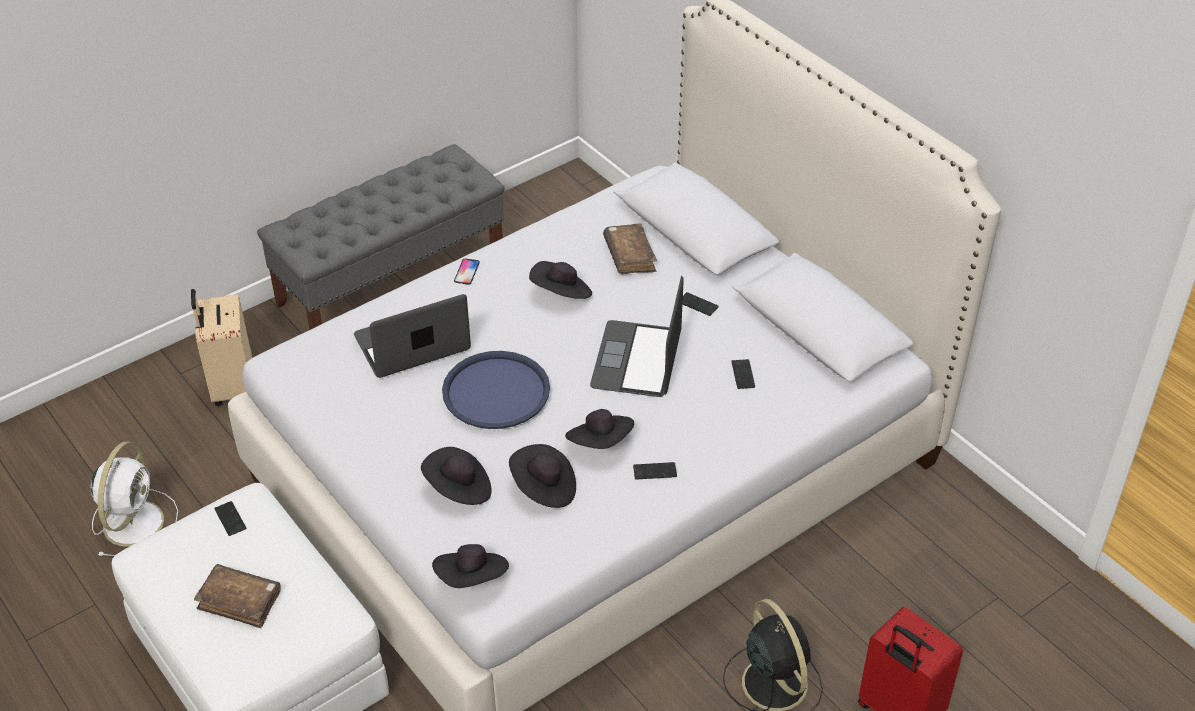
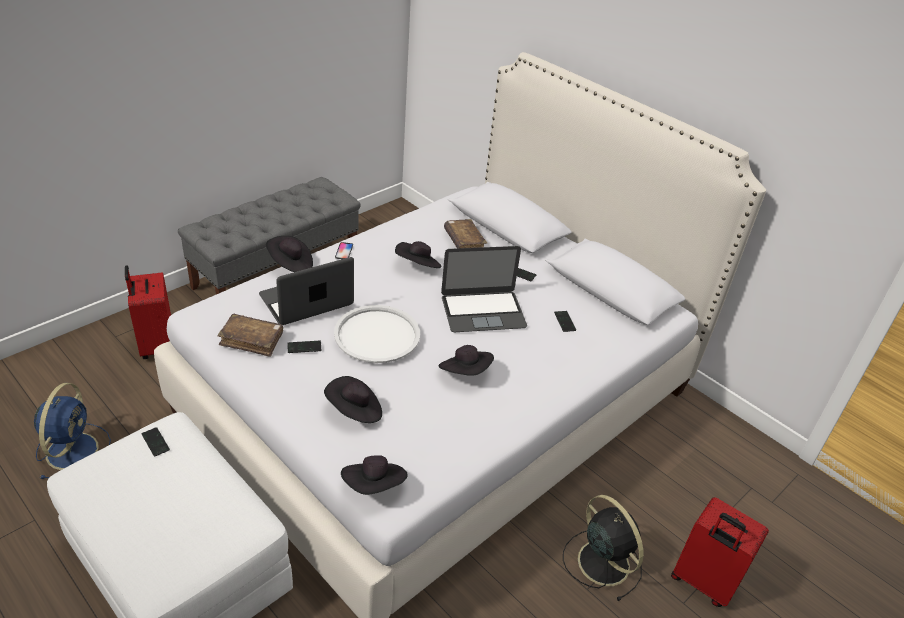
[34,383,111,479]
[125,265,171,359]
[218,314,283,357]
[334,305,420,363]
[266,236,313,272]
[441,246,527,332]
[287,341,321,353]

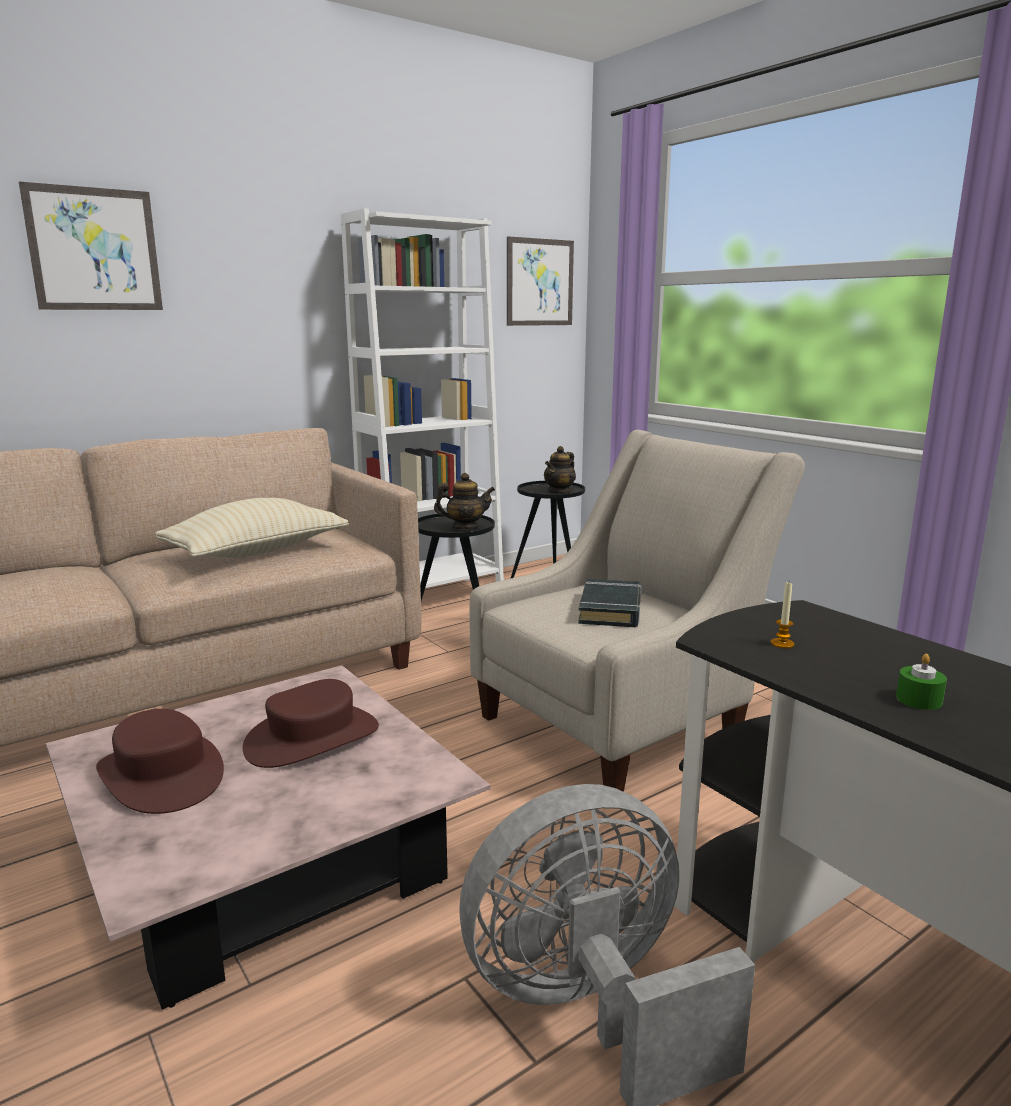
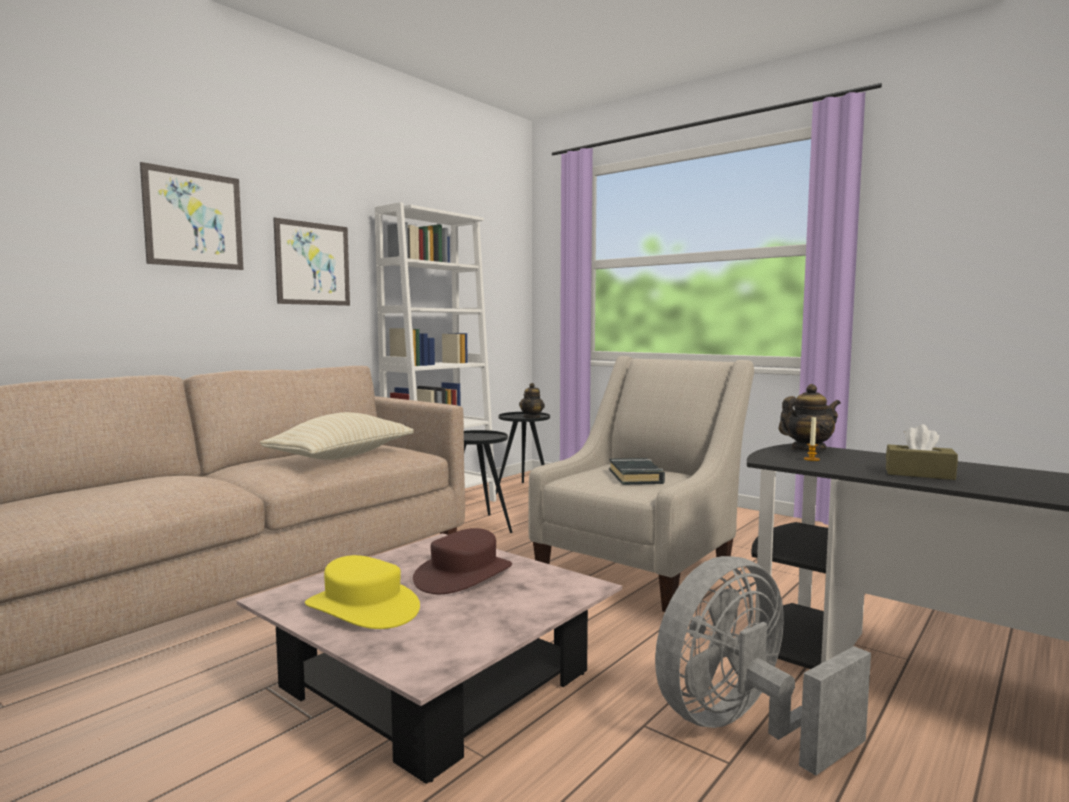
[305,555,420,629]
[779,384,840,451]
[273,218,350,306]
[886,424,958,480]

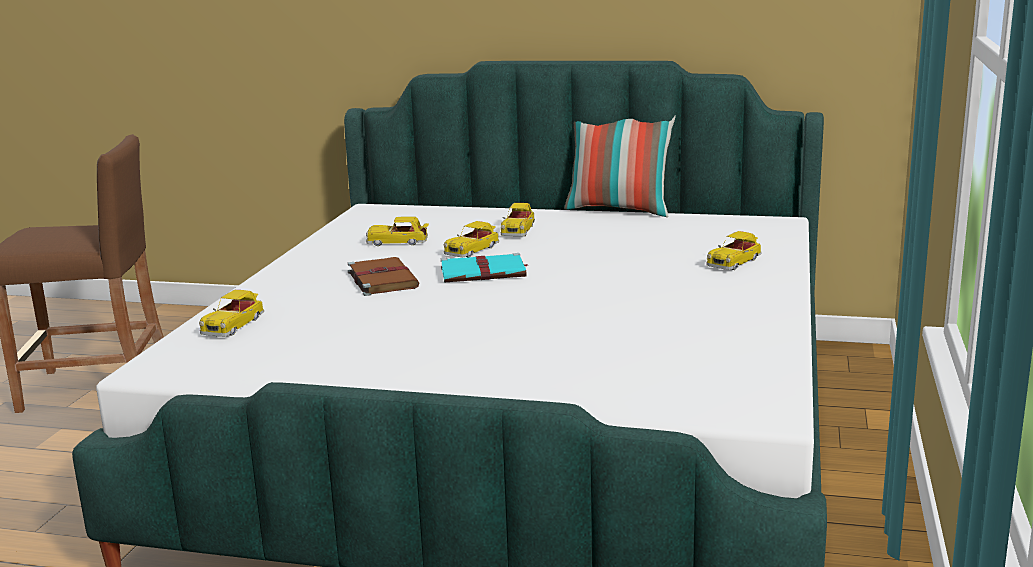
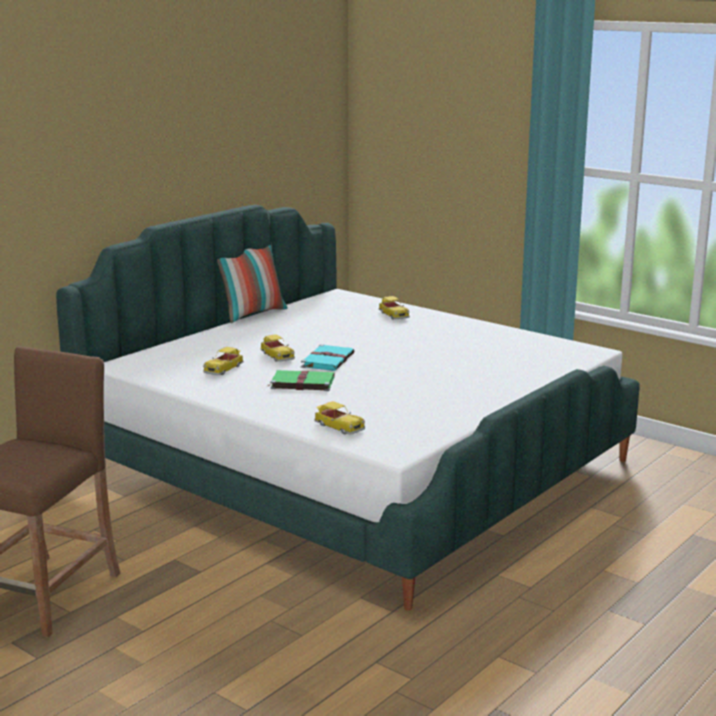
[268,370,335,391]
[501,203,535,236] (first image)

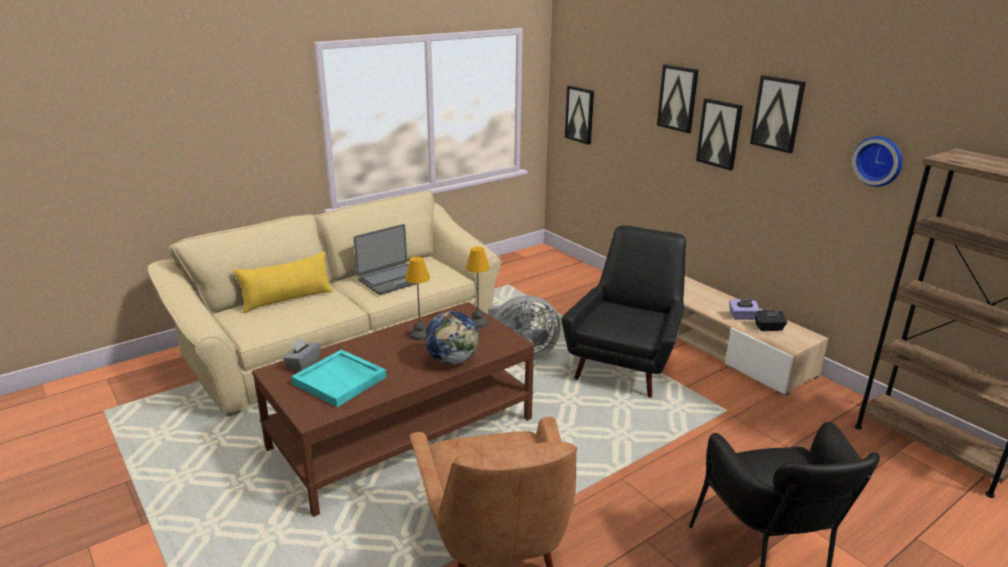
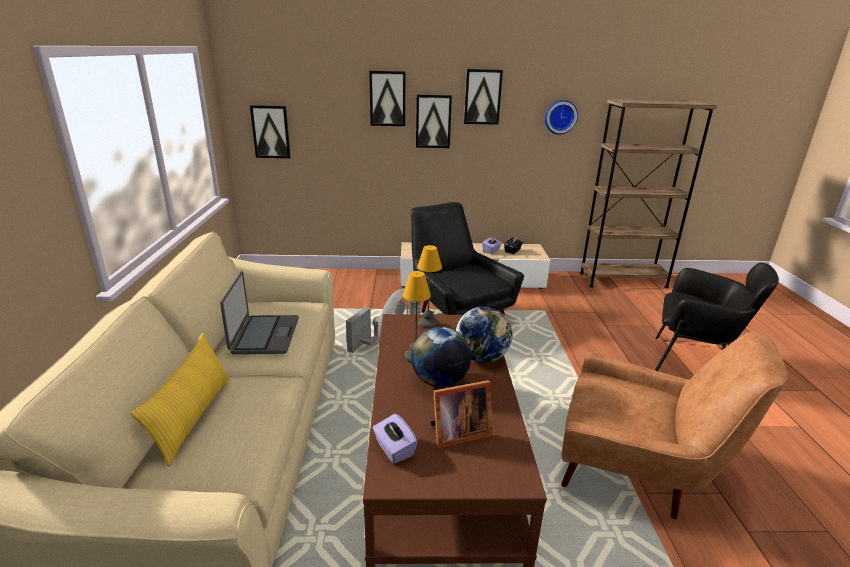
[373,414,418,464]
[431,380,493,448]
[411,327,471,387]

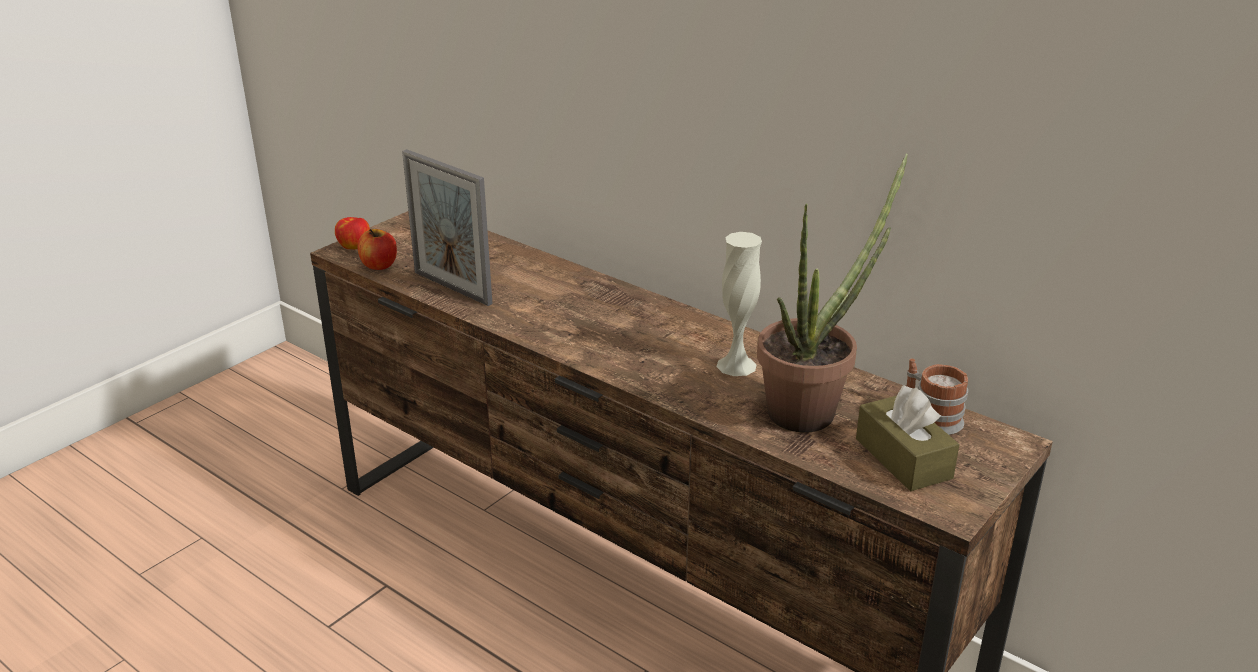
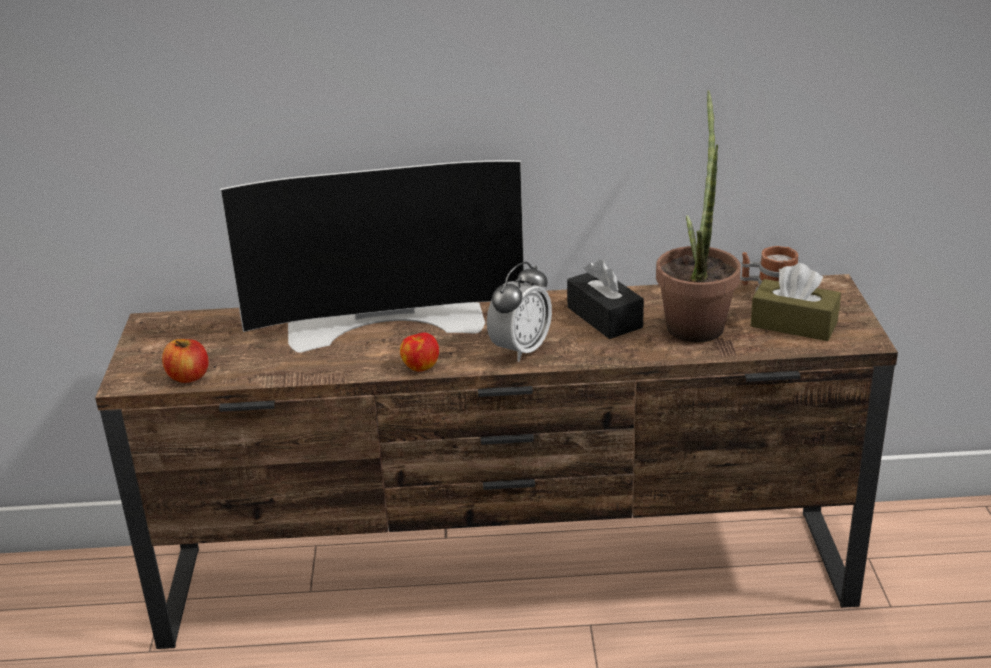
[400,332,439,372]
[402,149,492,306] (first image)
[567,259,644,339]
[220,160,525,353]
[487,262,552,362]

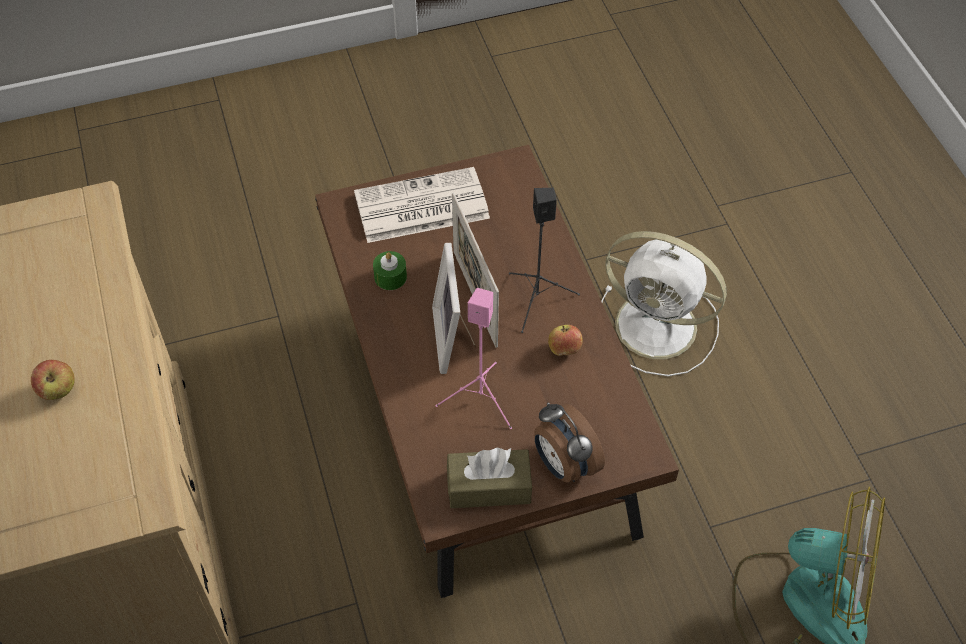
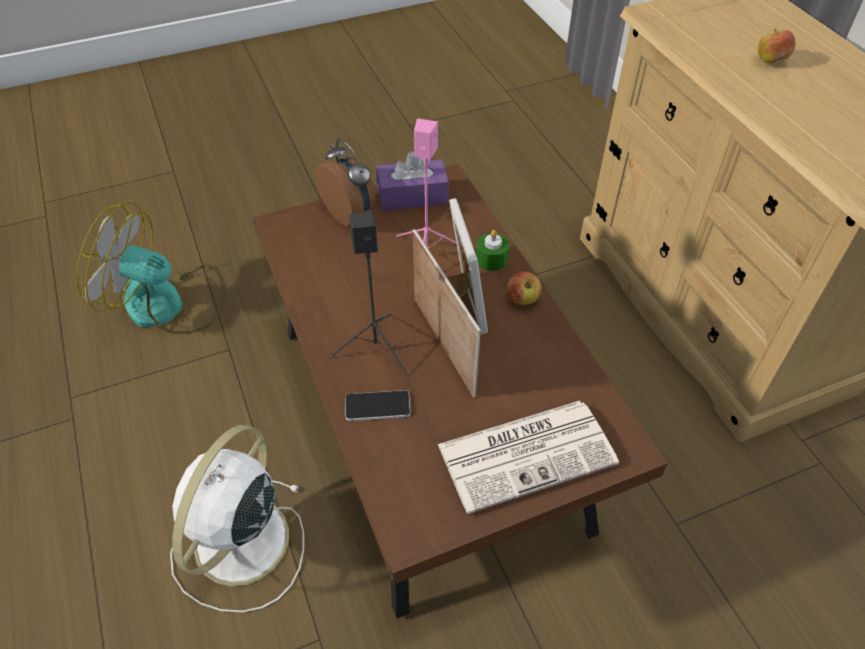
[476,230,510,271]
[376,151,449,211]
[507,271,541,305]
[170,425,304,613]
[345,390,411,421]

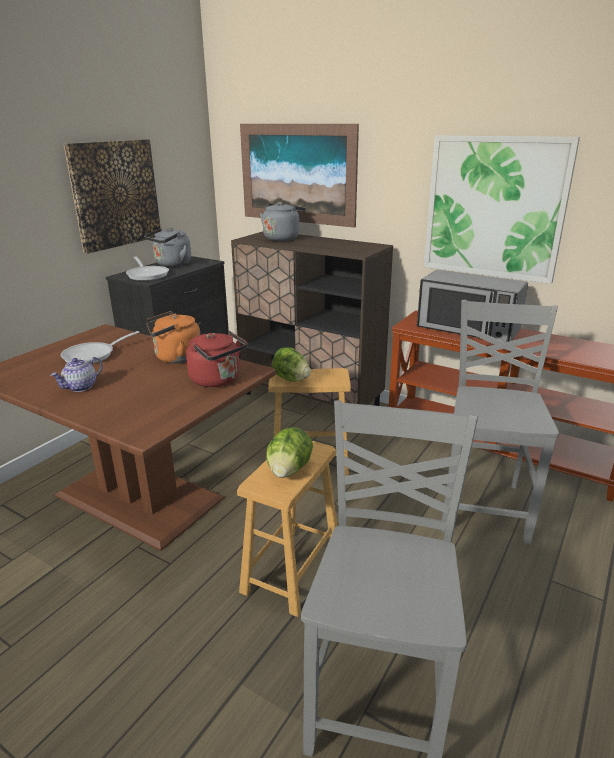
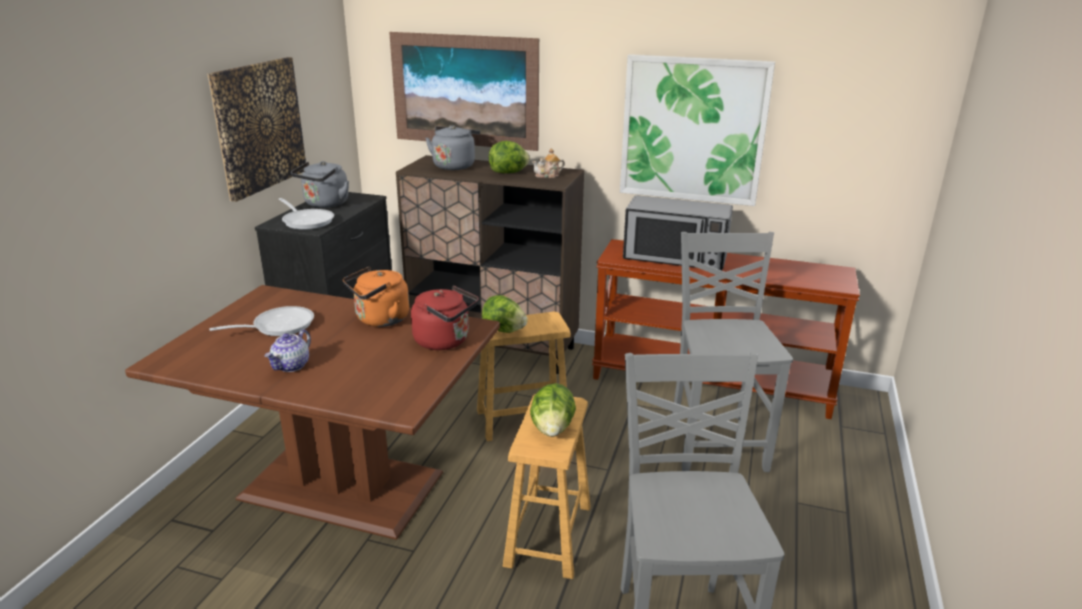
[209,306,314,336]
[489,141,530,173]
[532,149,565,178]

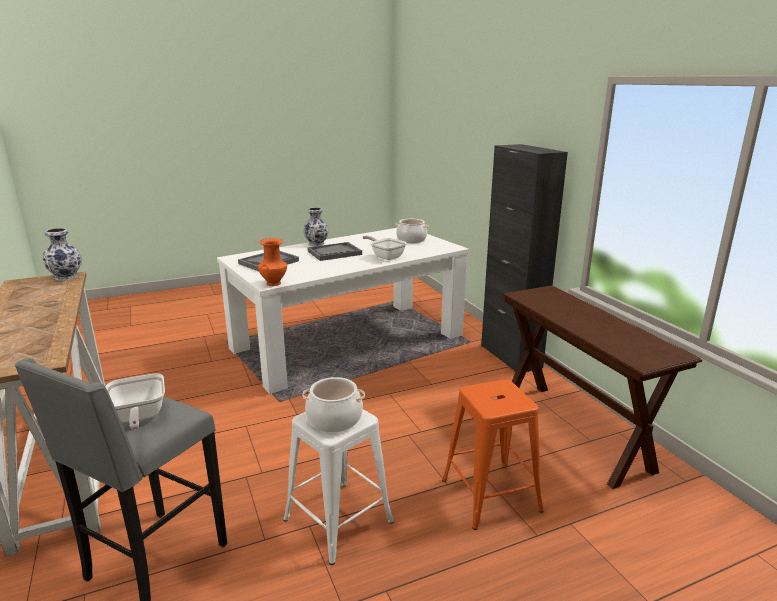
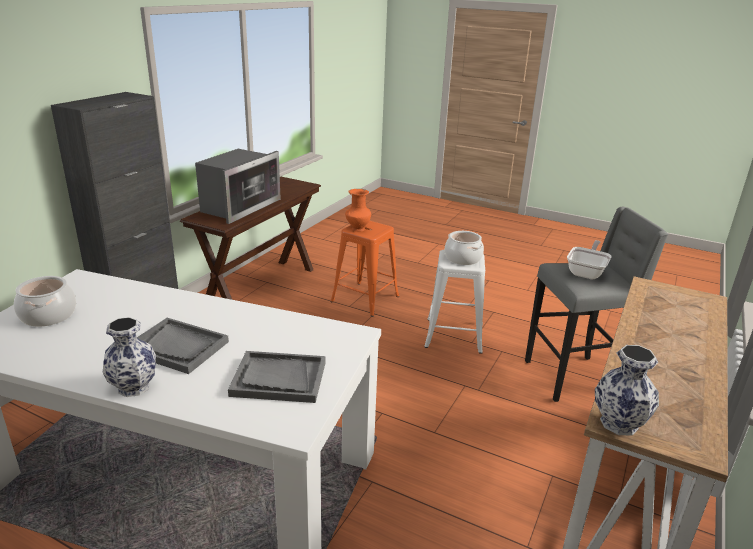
[345,189,371,232]
[363,235,407,260] (first image)
[195,149,281,224]

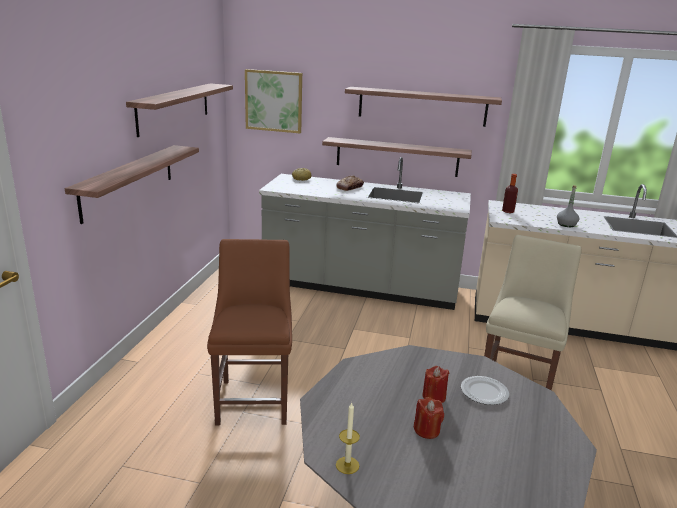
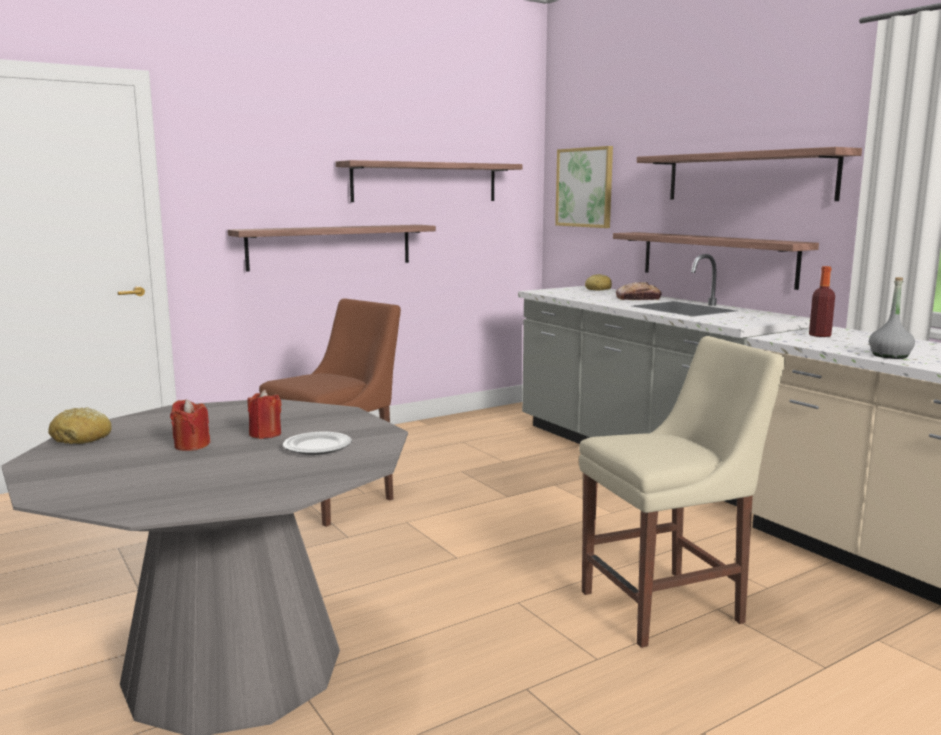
[48,407,112,444]

